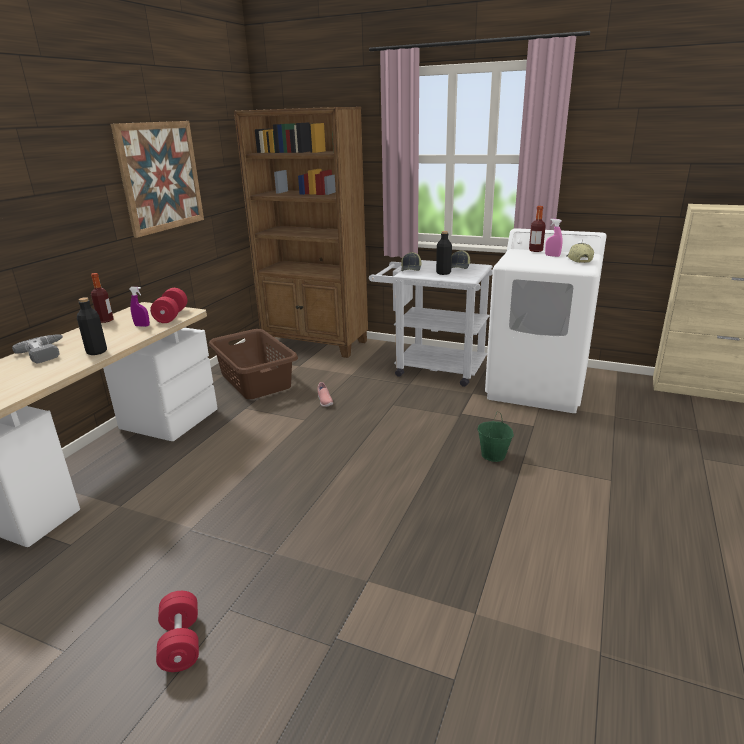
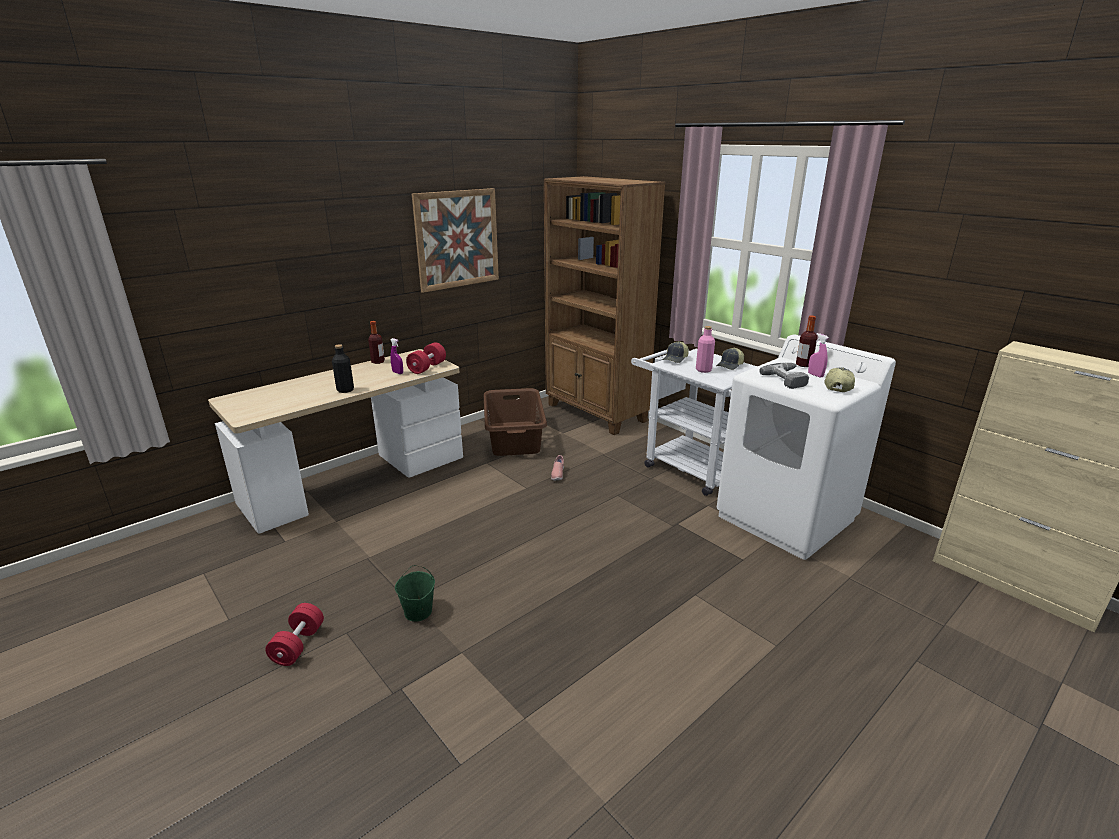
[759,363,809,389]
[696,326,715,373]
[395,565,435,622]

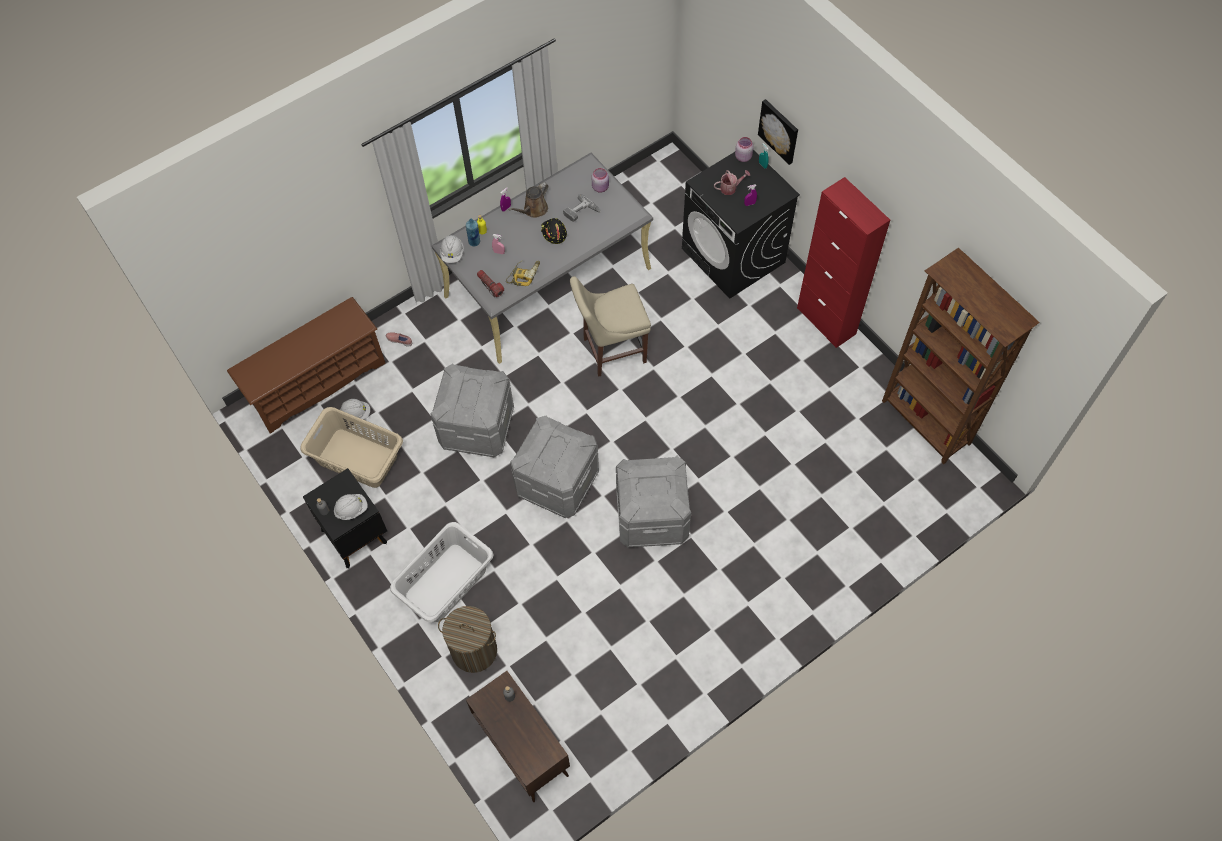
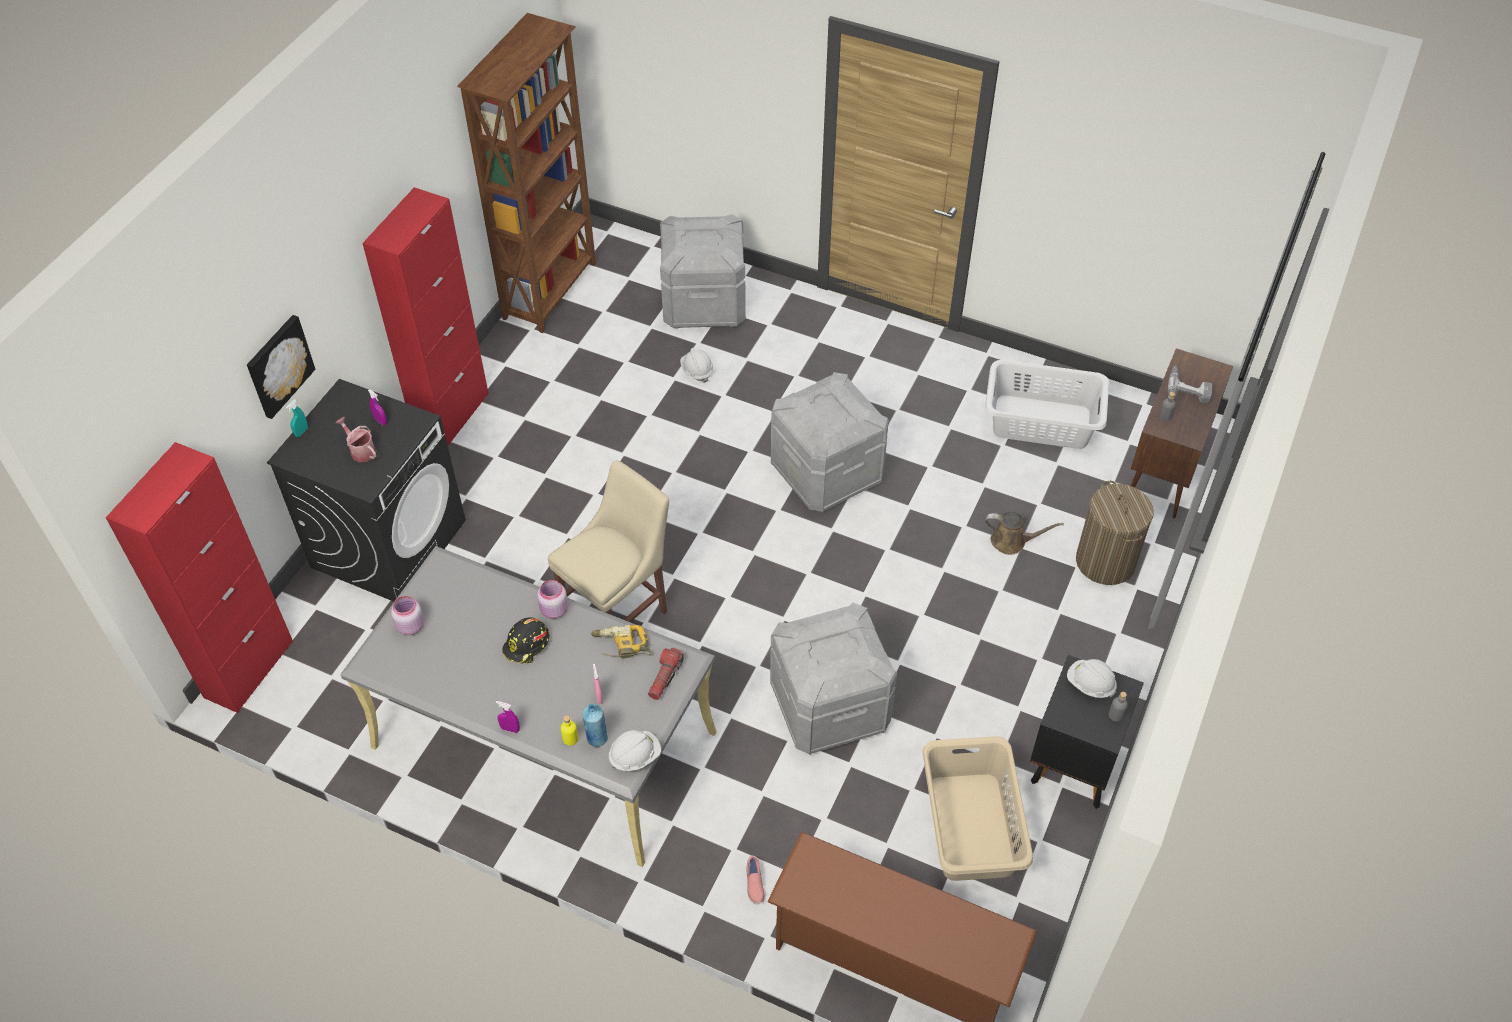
[680,348,713,383]
[985,360,1109,449]
[985,511,1064,555]
[660,214,746,329]
[1168,366,1213,404]
[548,460,669,622]
[537,580,568,619]
[106,442,293,713]

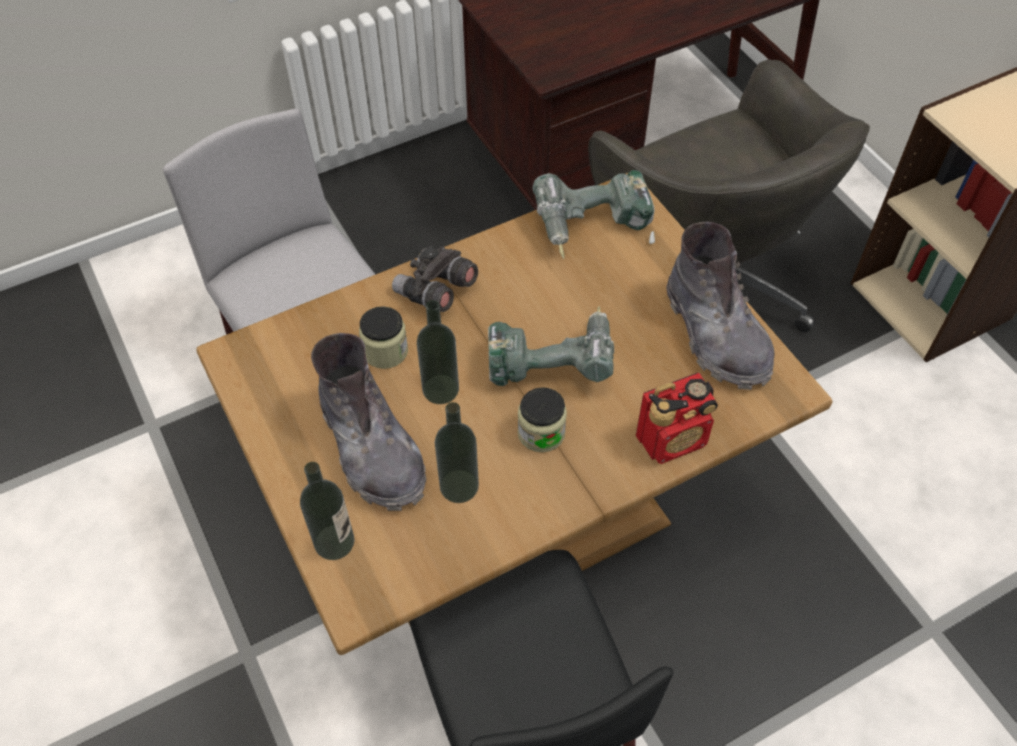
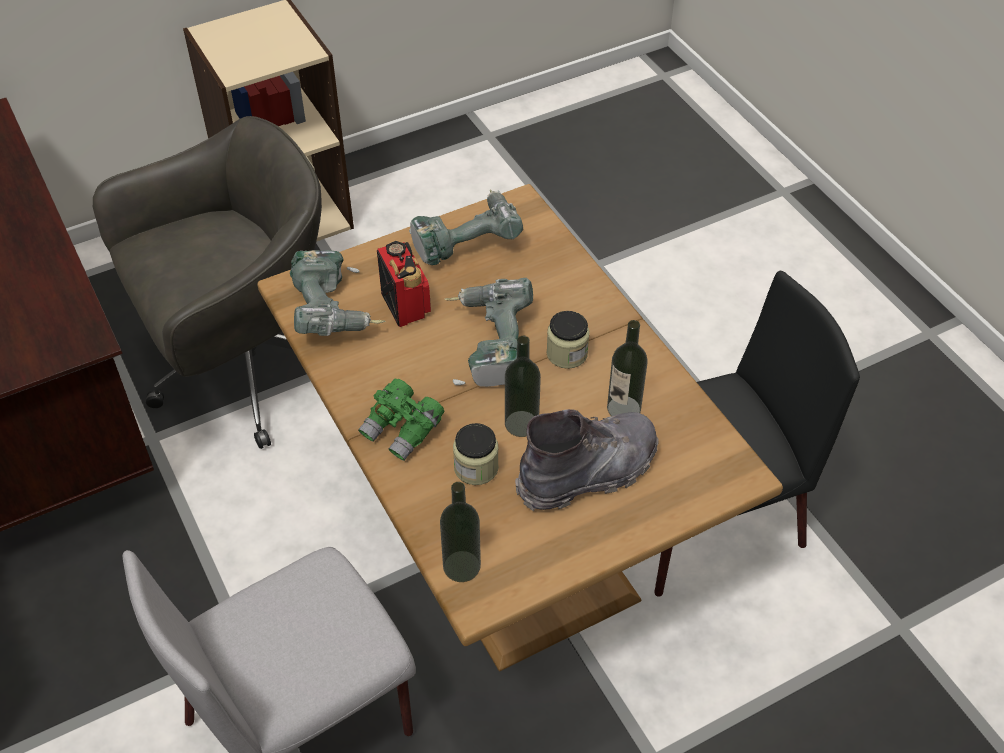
[440,482,481,582]
[358,379,445,461]
[377,241,431,327]
[409,189,523,265]

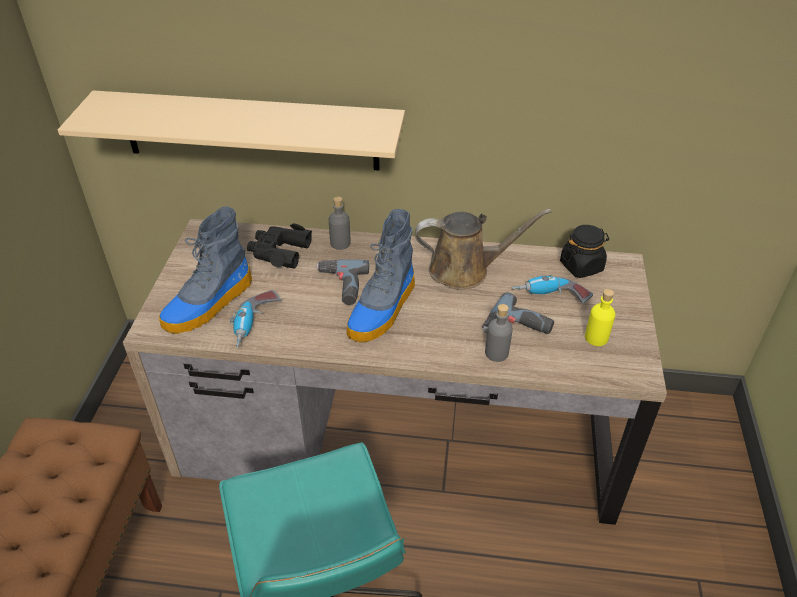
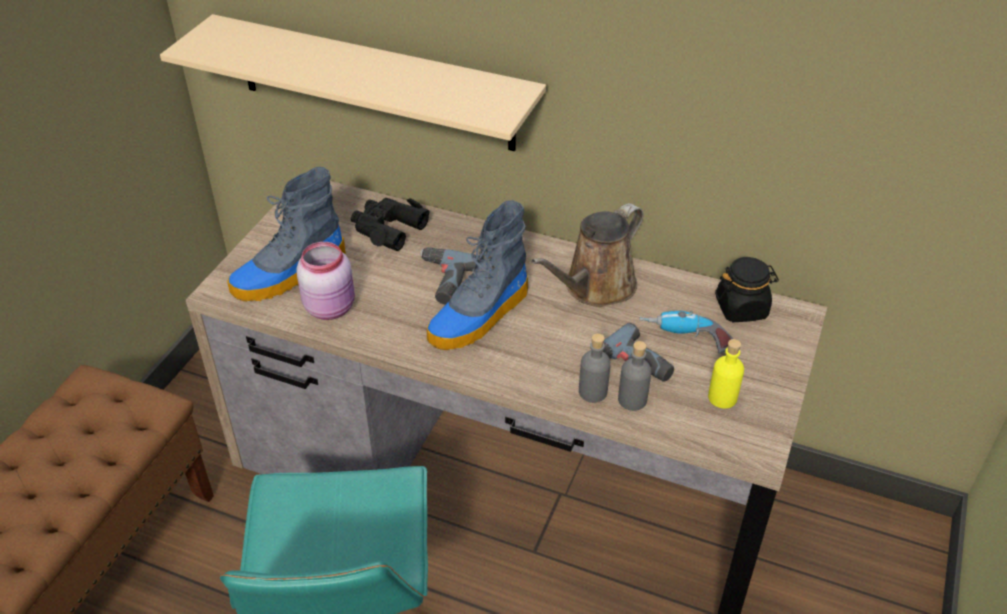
[296,242,355,320]
[618,341,652,411]
[531,203,644,307]

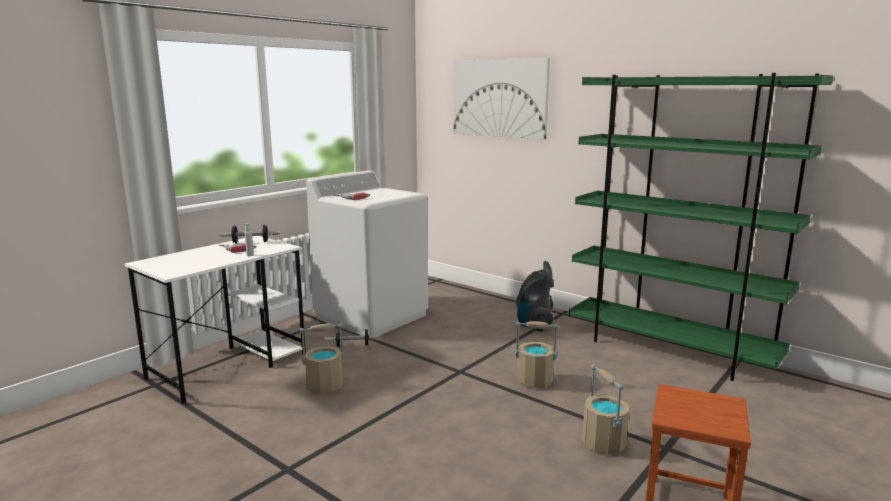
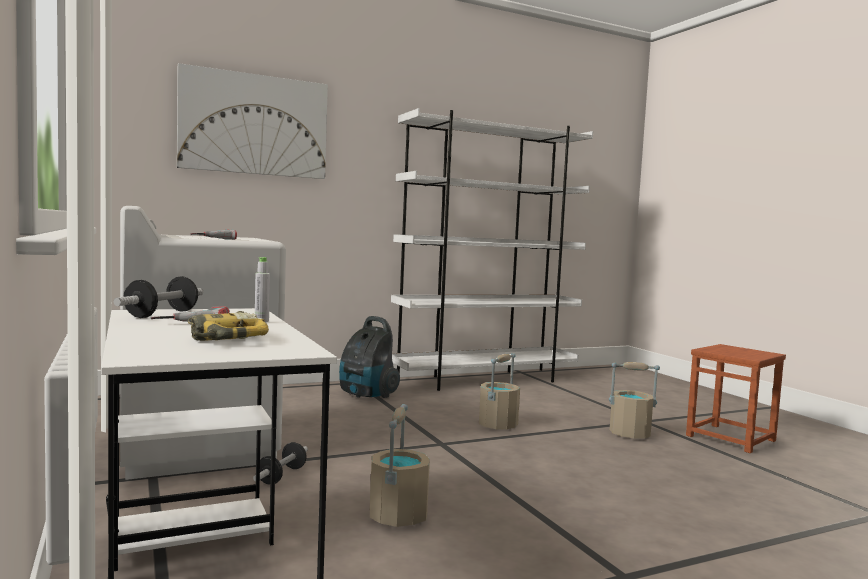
[391,108,593,391]
[188,311,269,341]

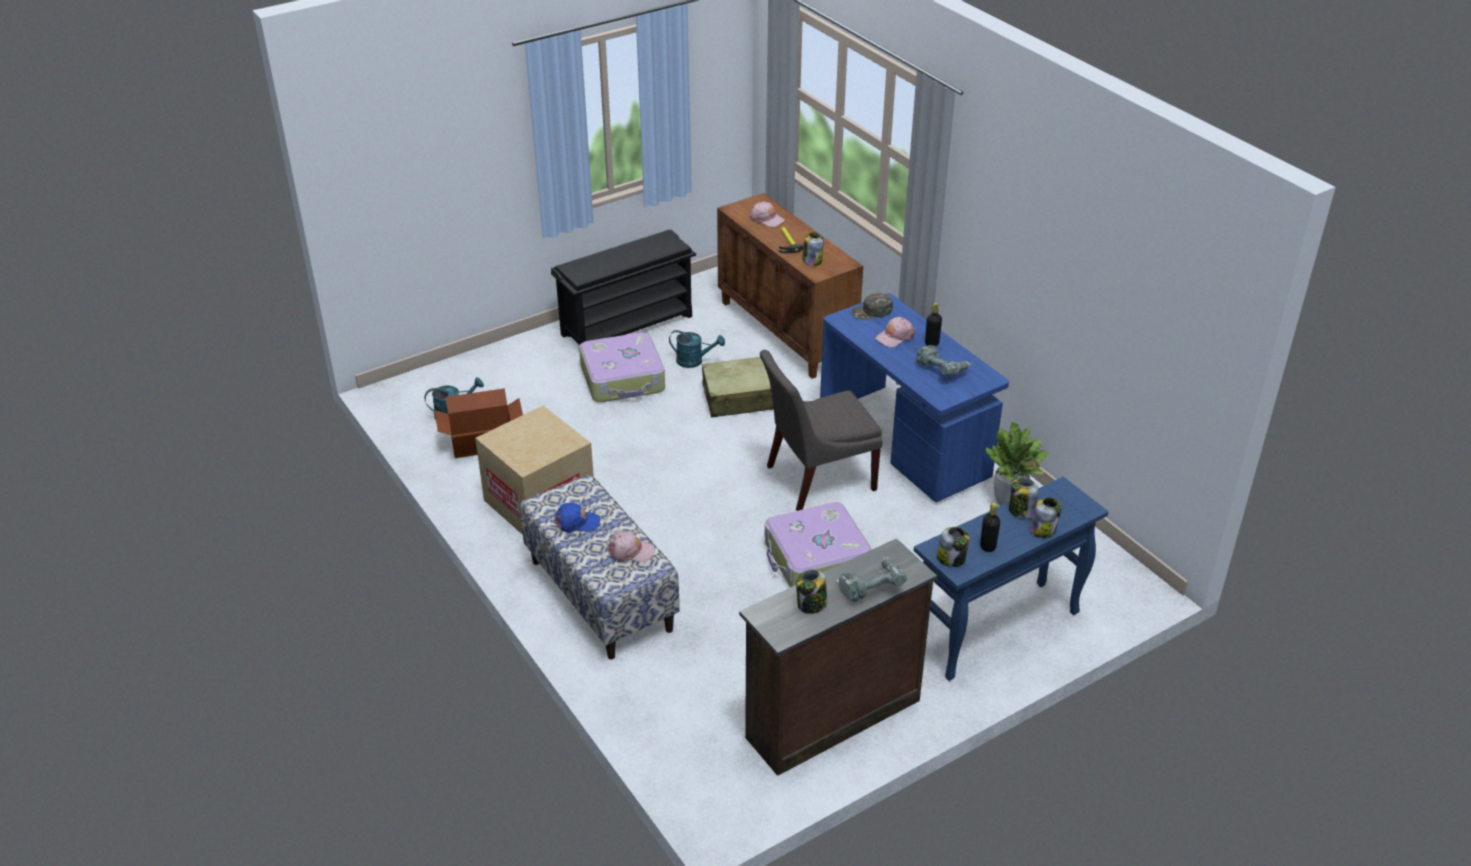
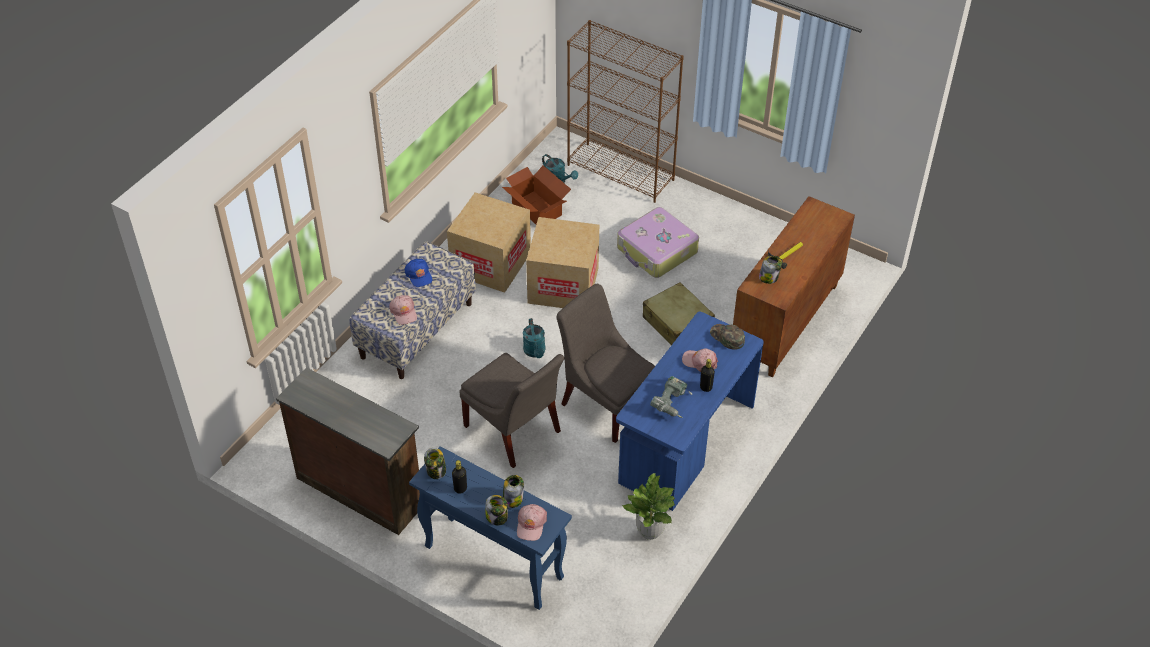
[551,229,696,345] (first image)
[523,318,545,358]
[517,504,547,541]
[459,353,565,468]
[796,569,828,614] (first image)
[836,557,907,602] (first image)
[526,217,599,308]
[567,20,684,203]

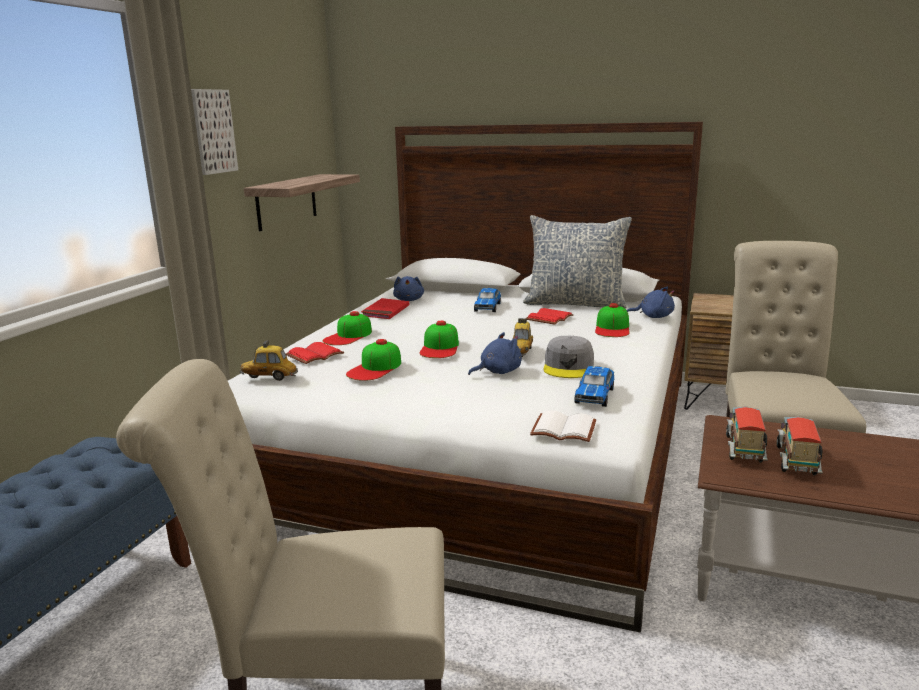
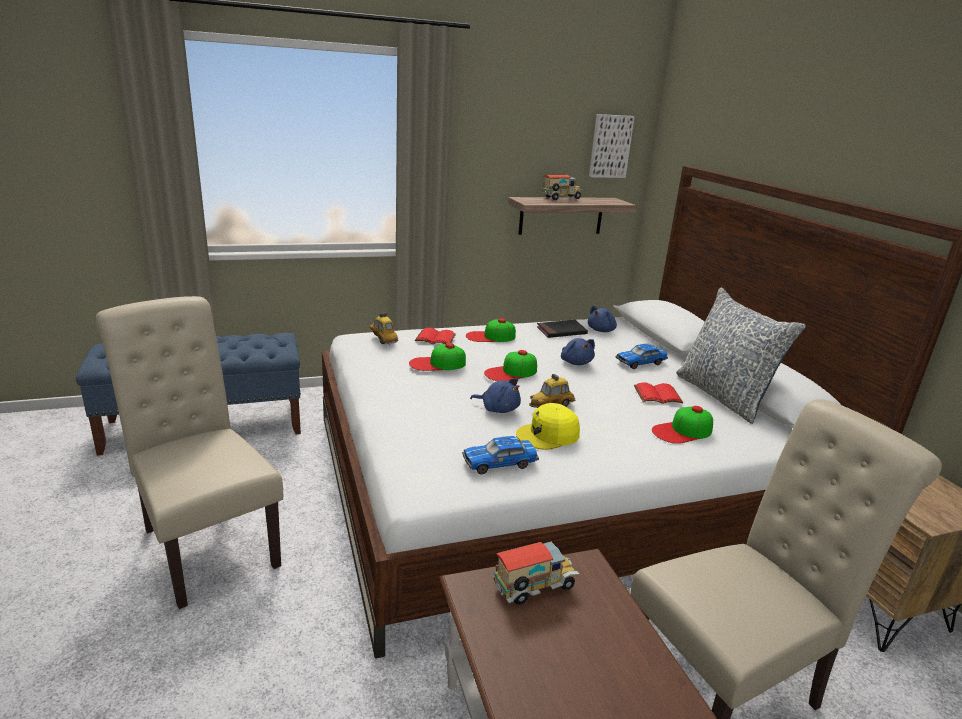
[589,114,635,178]
[537,320,588,338]
[530,410,596,442] (first image)
[516,403,580,450]
[561,338,595,365]
[542,175,582,200]

